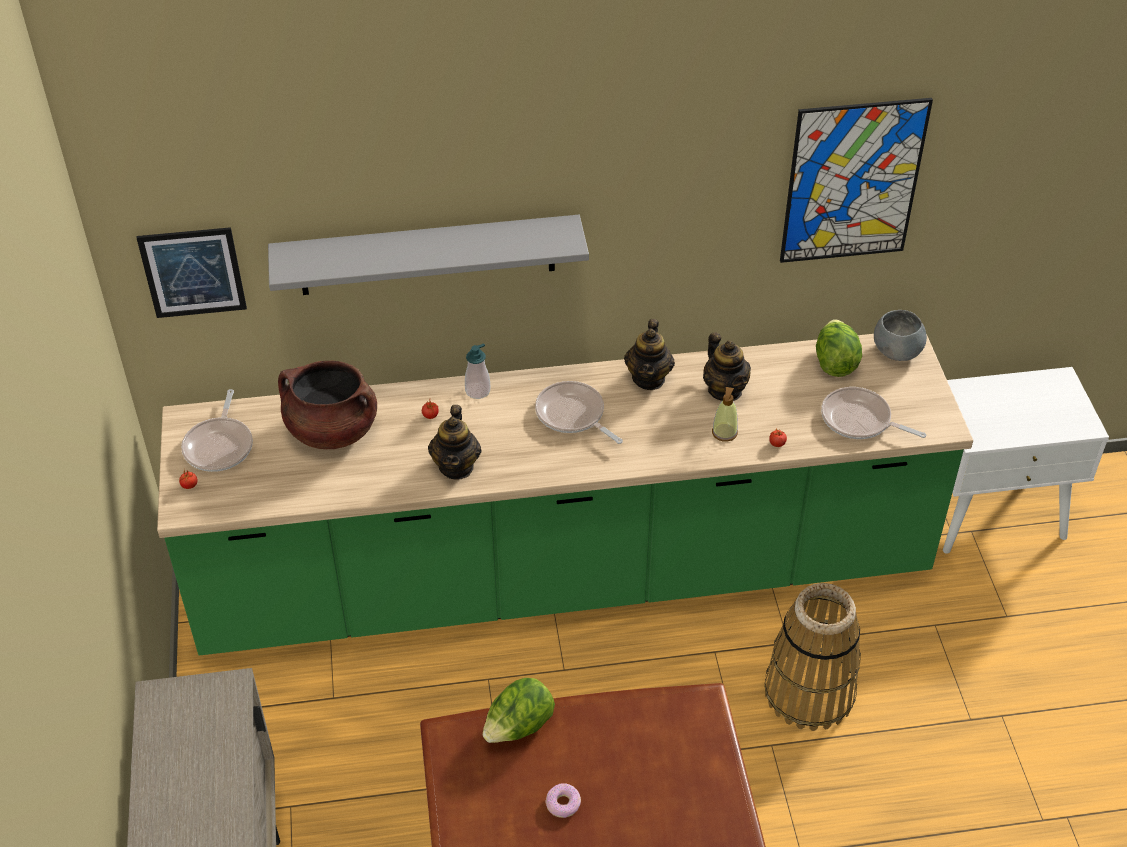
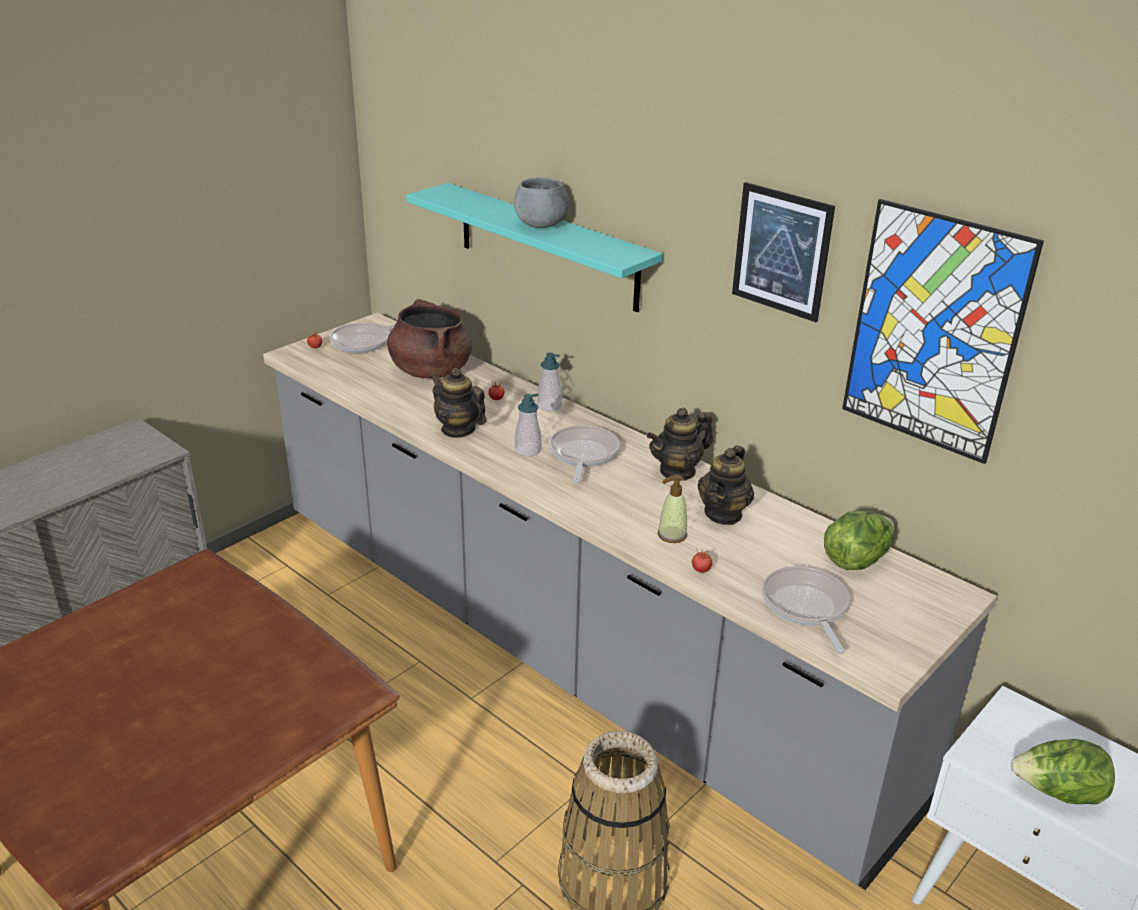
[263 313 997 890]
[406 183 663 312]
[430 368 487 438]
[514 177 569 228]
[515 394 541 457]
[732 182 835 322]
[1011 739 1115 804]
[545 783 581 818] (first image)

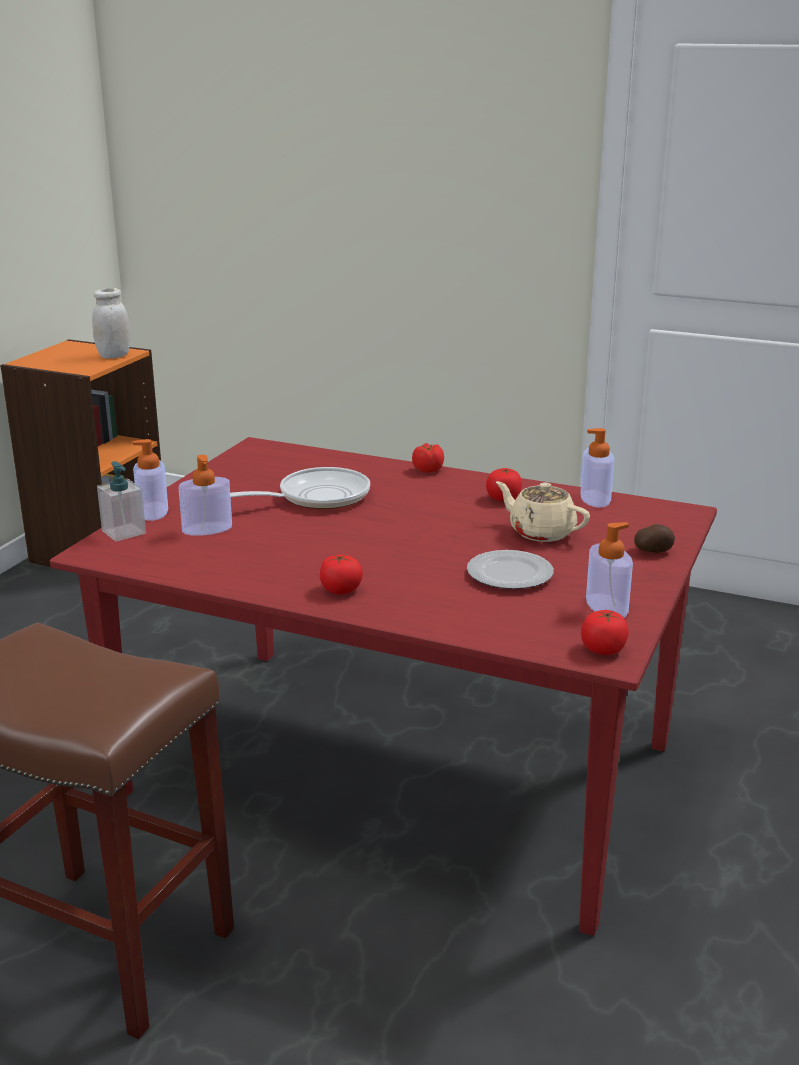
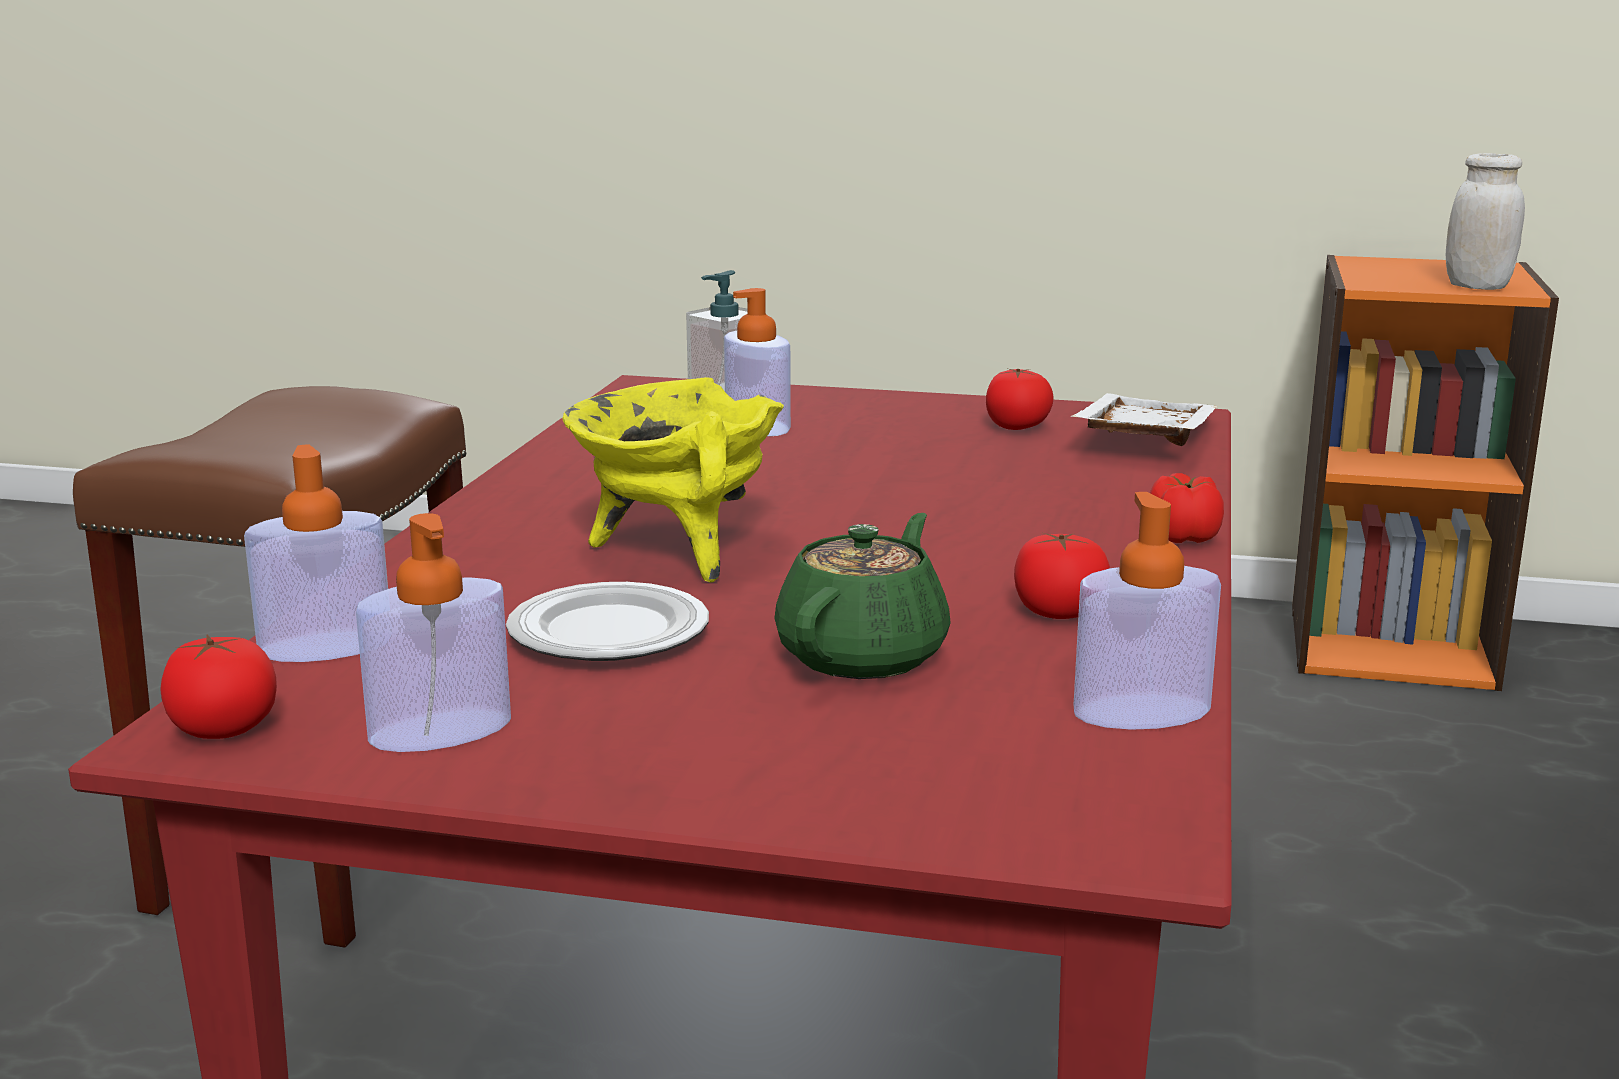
[244 444 388 662]
[563 377 784 582]
[774 513 951 679]
[986 368 1054 430]
[1071 393 1218 446]
[230 467 370 509] (first image)
[634 524 675 553] (first image)

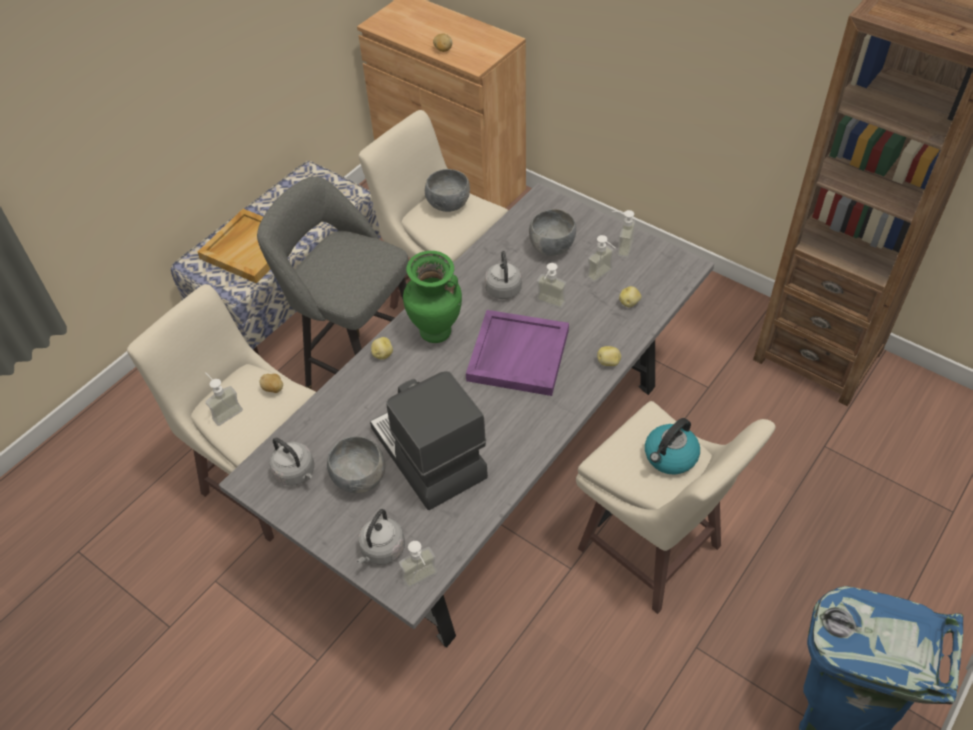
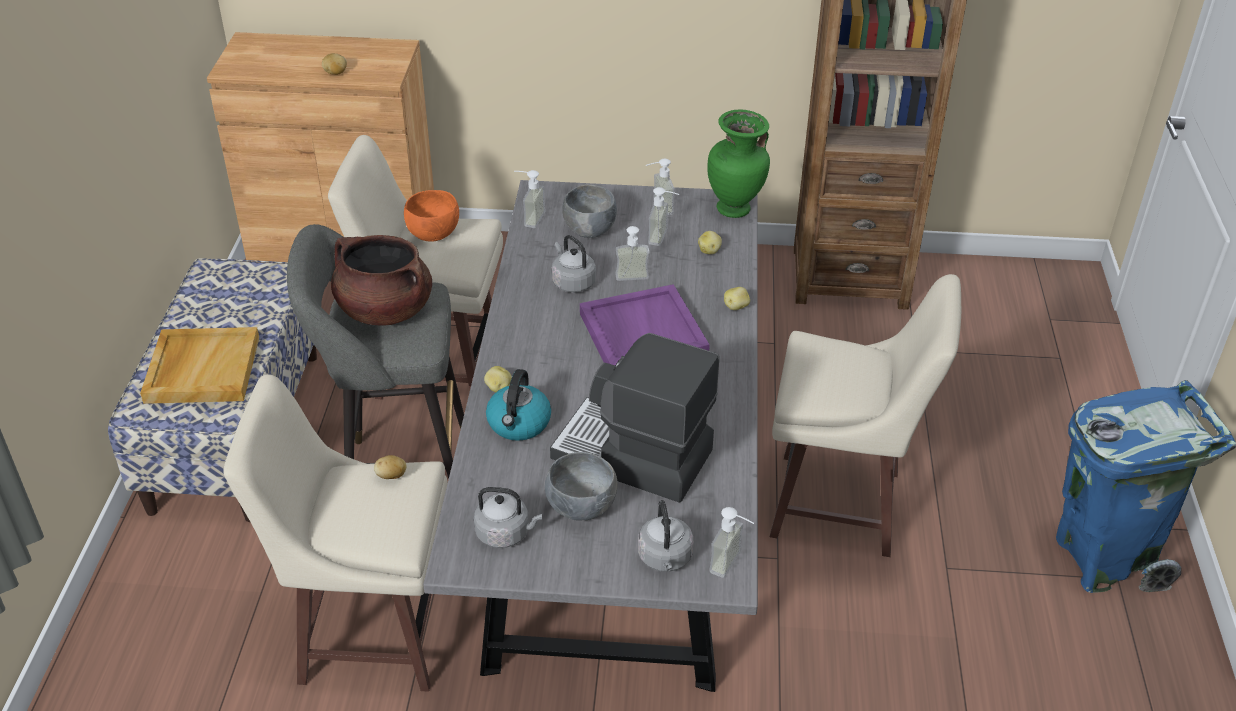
[331 235 432 326]
[404 190 459 242]
[486 369 551 441]
[514 170 545 228]
[707 109 770 218]

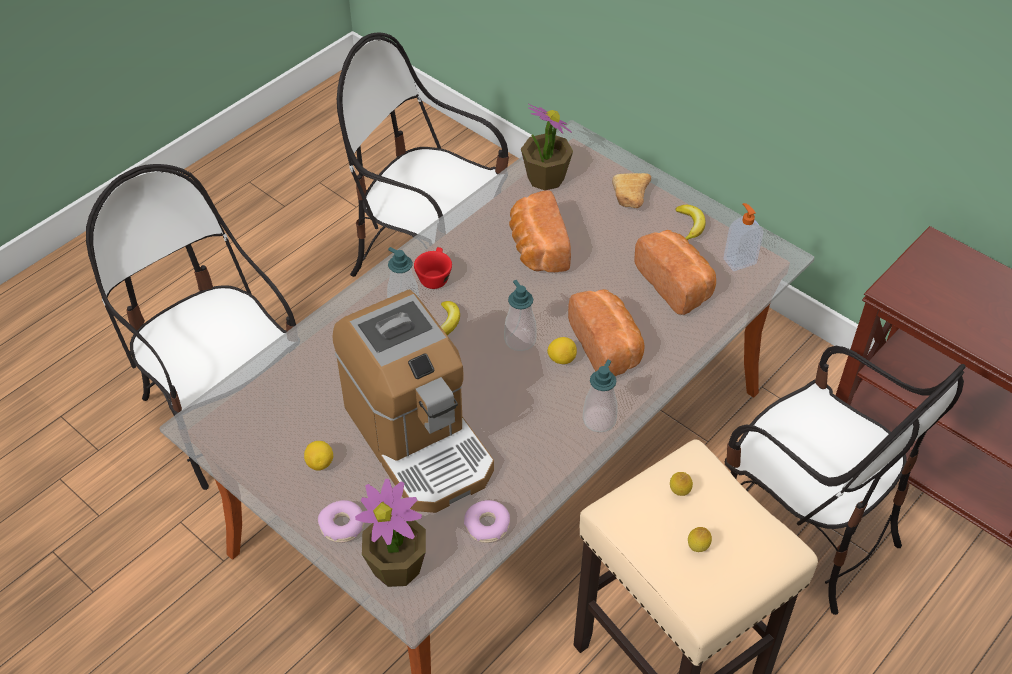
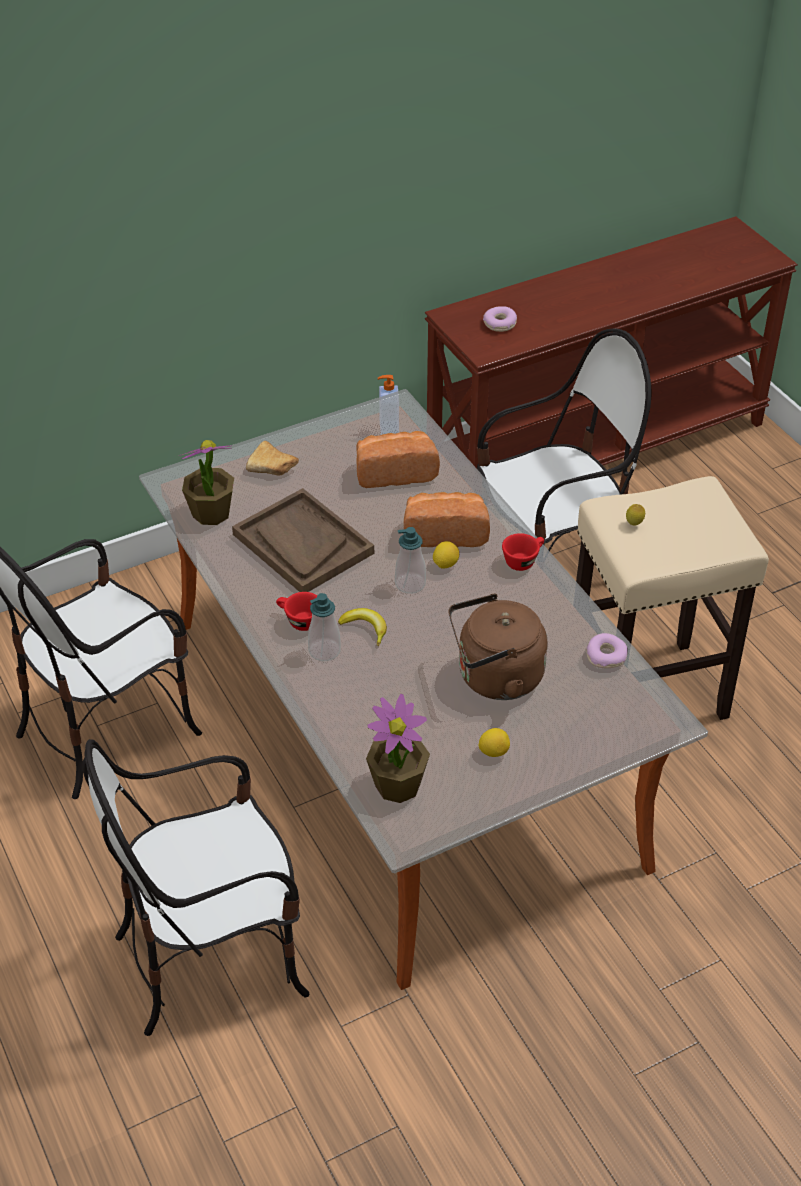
[232 488 374 592]
[366 694 430 803]
[448 594 548 700]
[483 306 517 332]
[502 533 544 571]
[676 205 706 240] (first image)
[688 527 712 552] (first image)

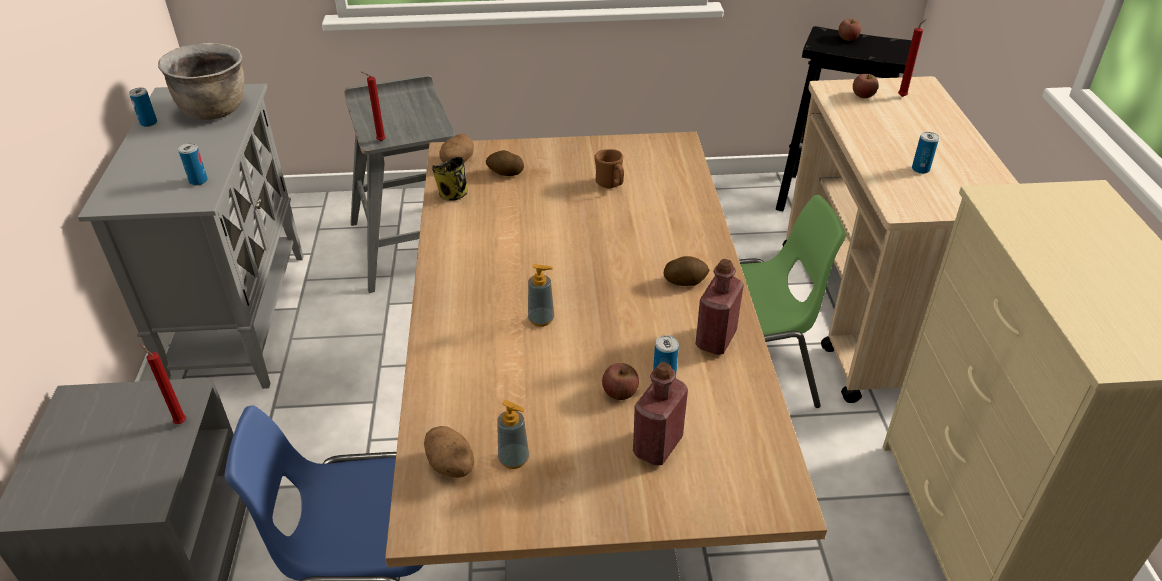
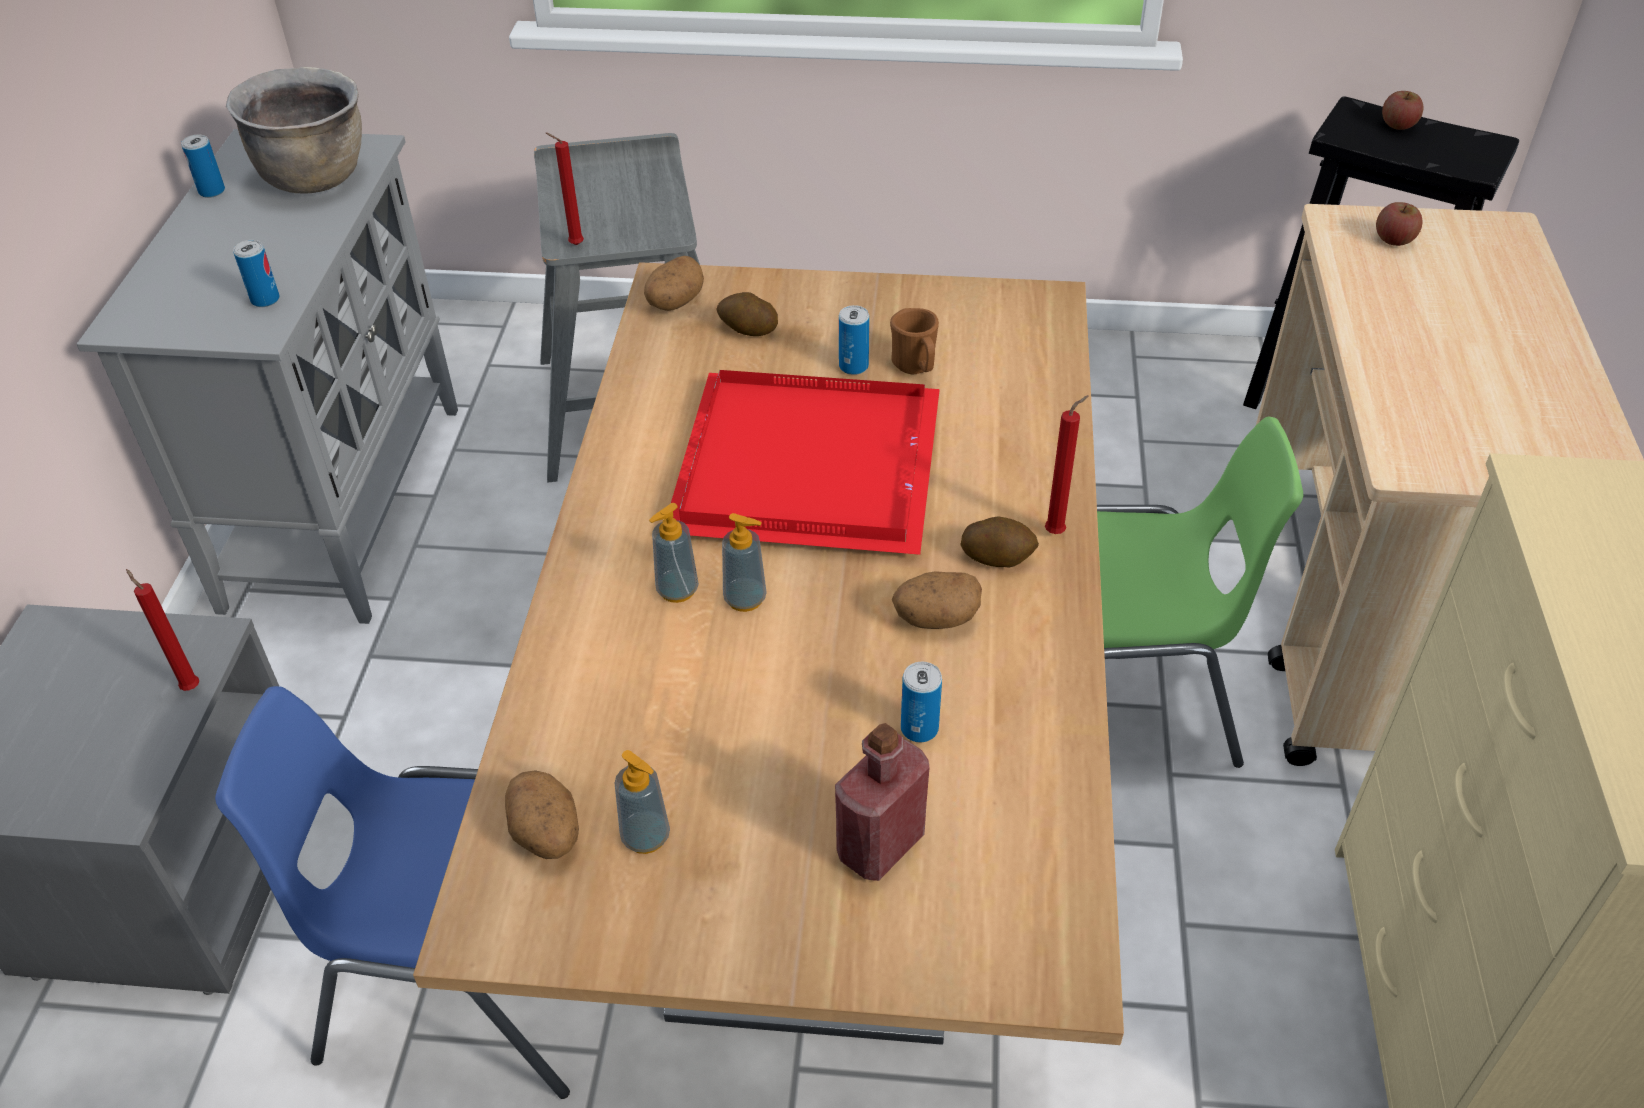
[649 503 699 603]
[671 370 940 555]
[839 305 869 375]
[892 571 982 629]
[1045 395 1089 534]
[432 157 467 201] (first image)
[602 363 639 400] (first image)
[695 259 744 355] (first image)

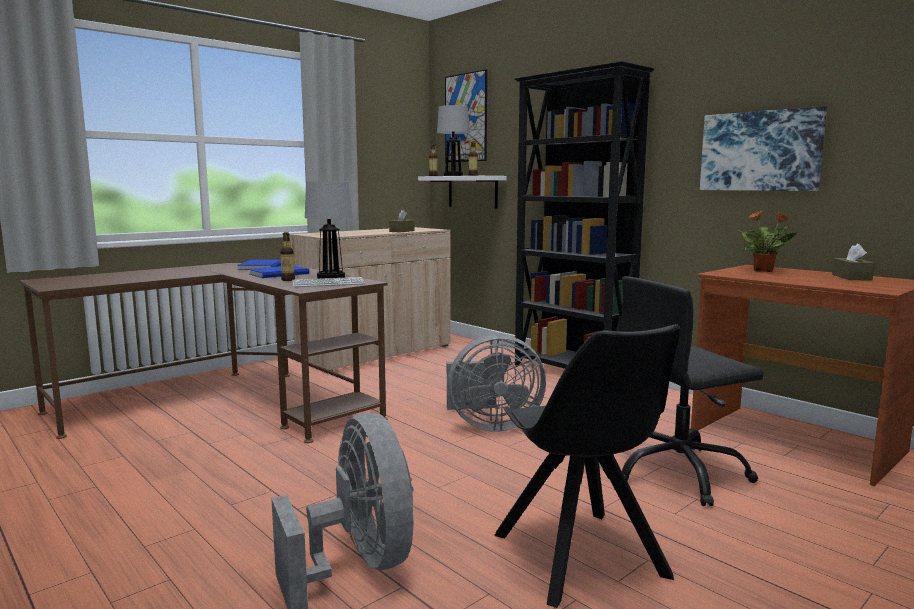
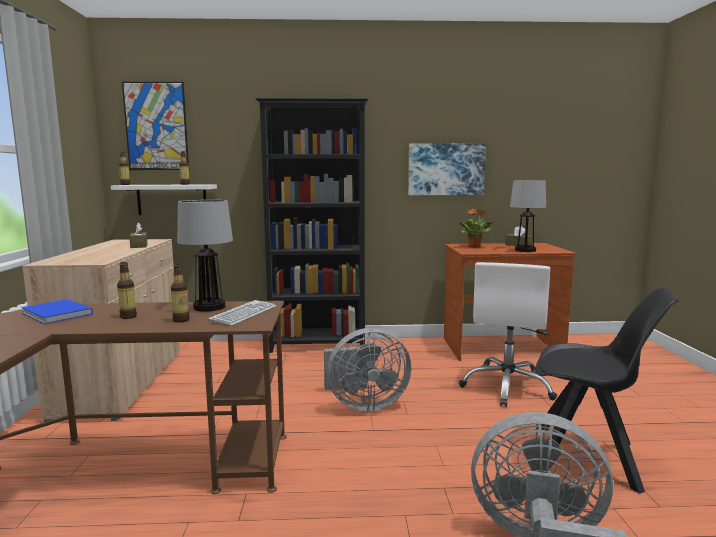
[117 262 137 319]
[324 328 411 412]
[458 262 557 407]
[510 181 546 252]

